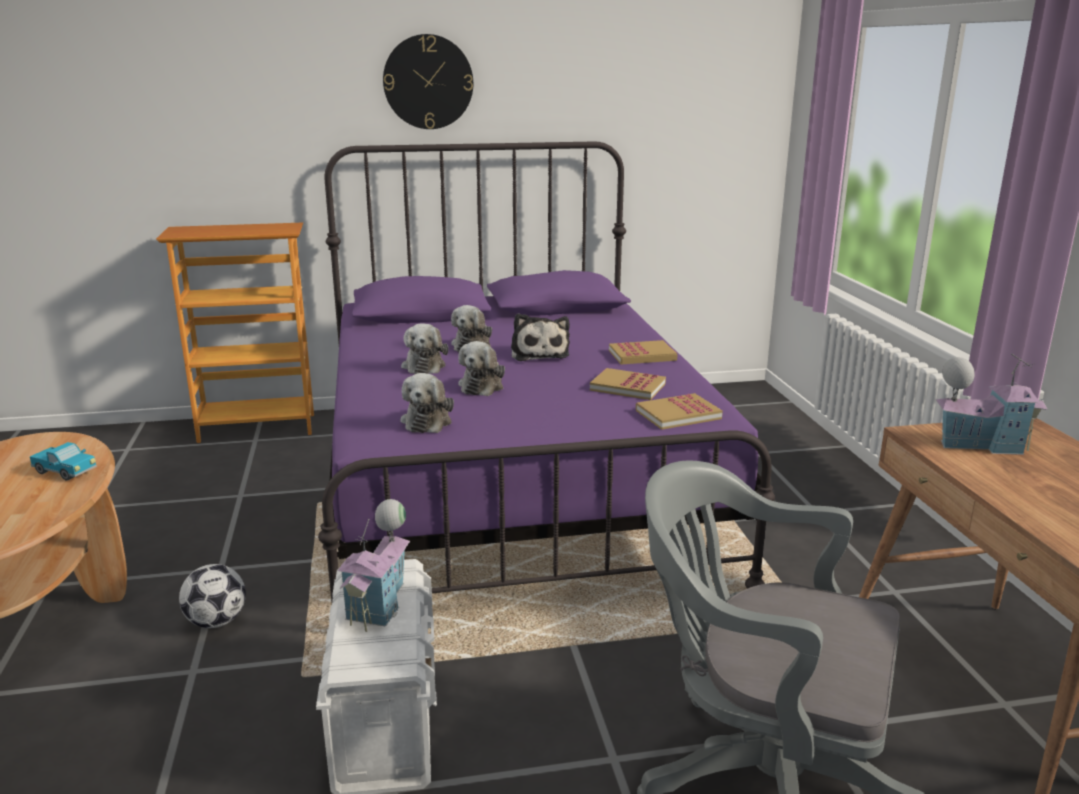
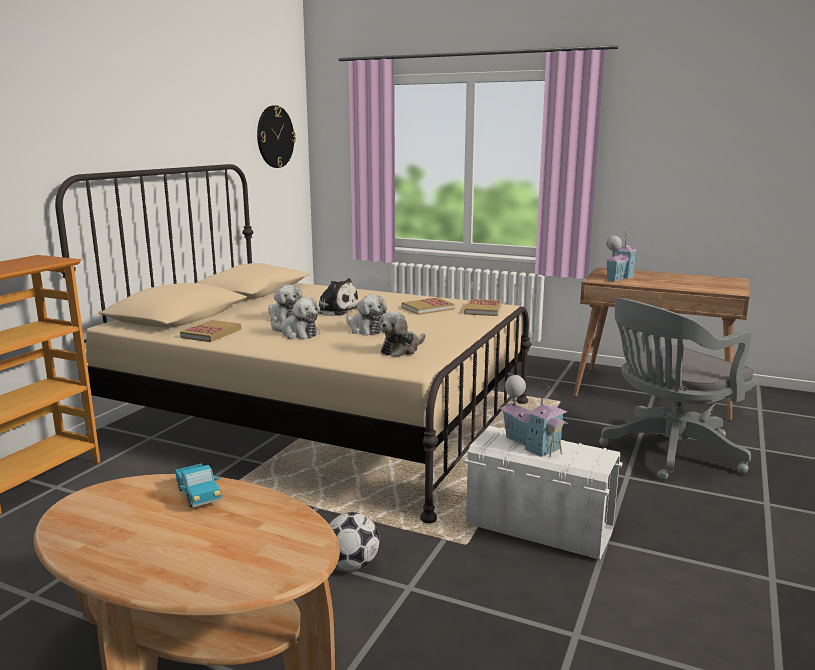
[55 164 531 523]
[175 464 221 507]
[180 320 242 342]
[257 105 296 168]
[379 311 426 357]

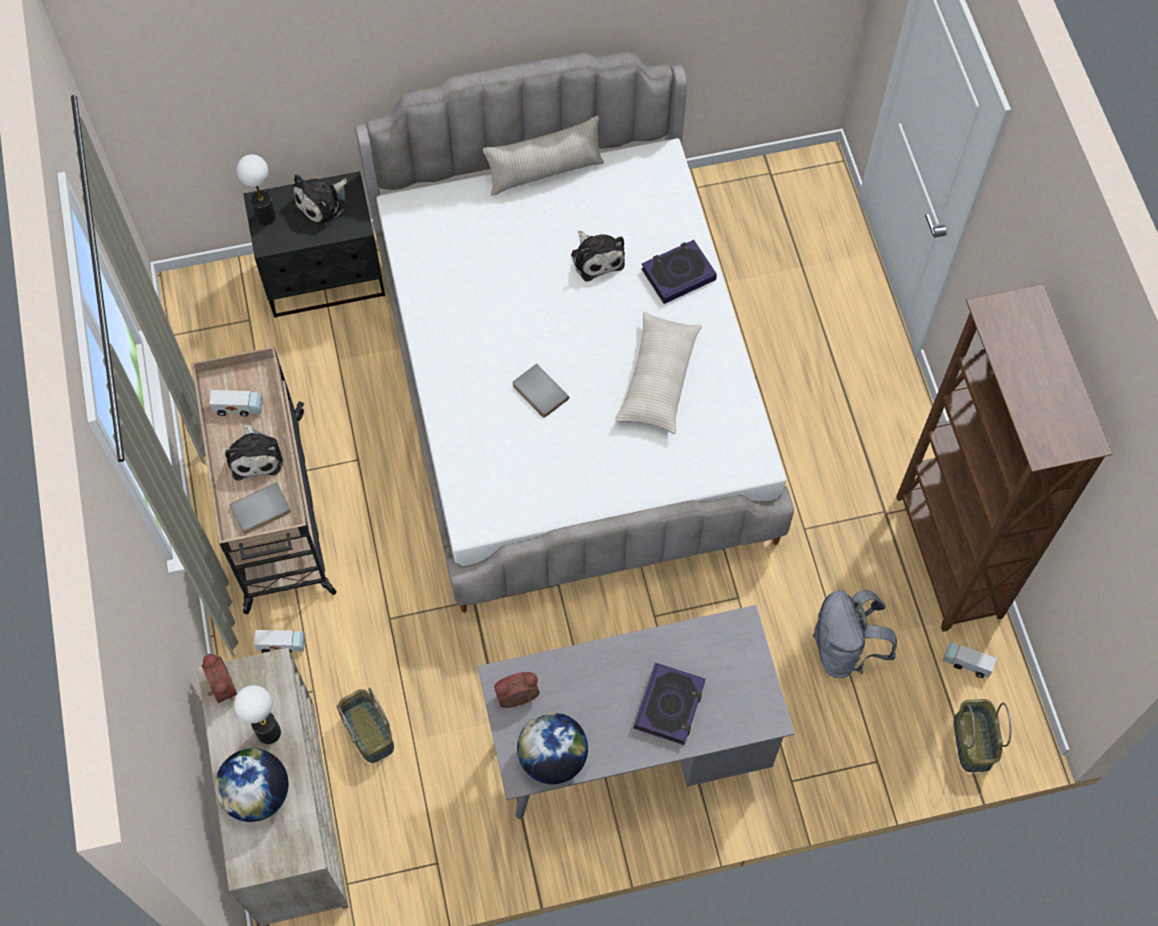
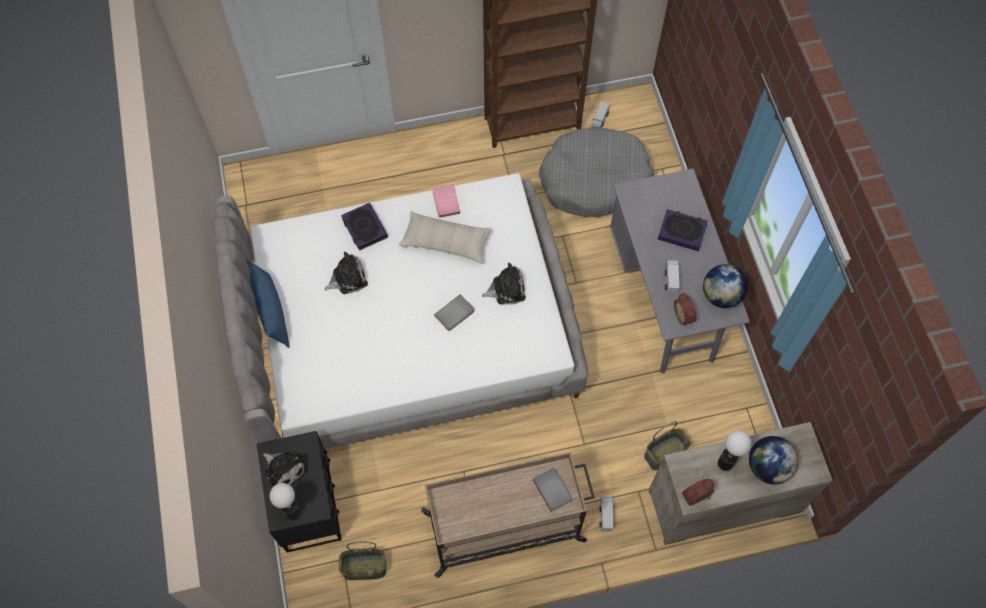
[246 259 290 348]
[339 541 386 580]
[433 184 460 218]
[482 263 526 305]
[539 126 654 217]
[665 260 680 294]

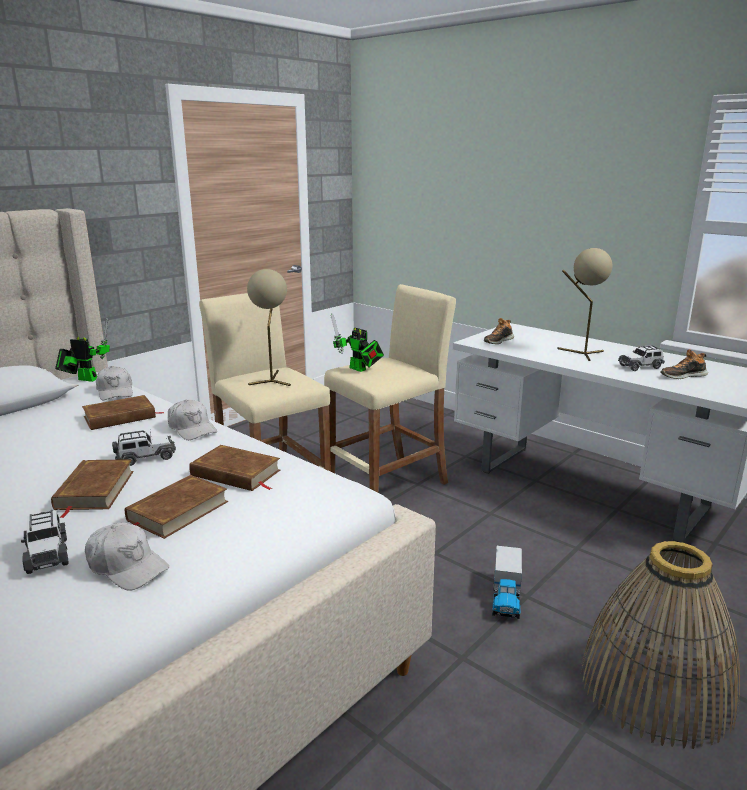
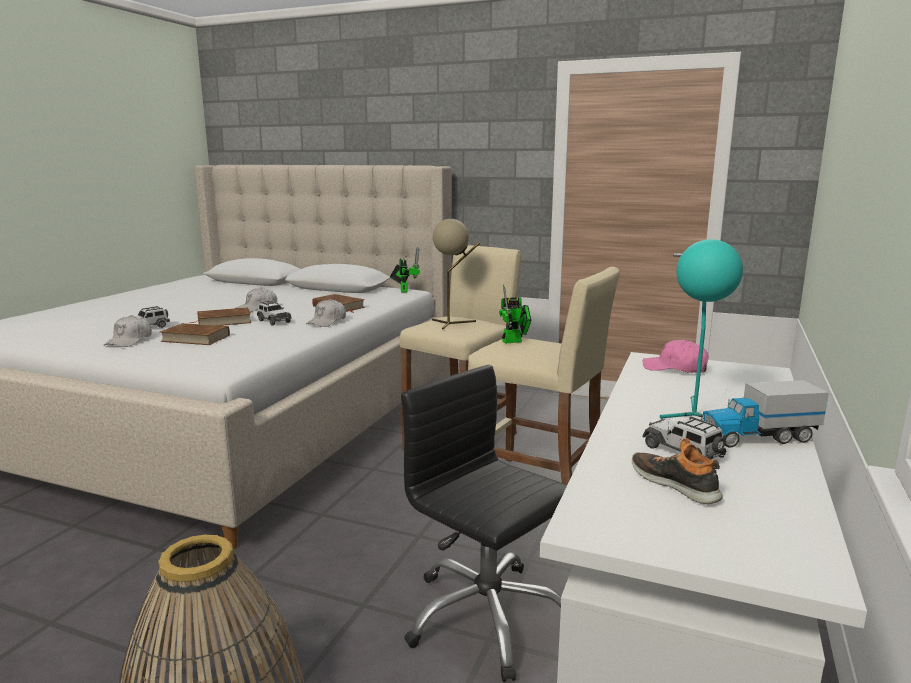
[236 287 277 312]
[401 365 567 682]
[499 285 532 344]
[642 340 709 373]
[660 239 743 418]
[701 380 828 448]
[189 445 280 491] (first image)

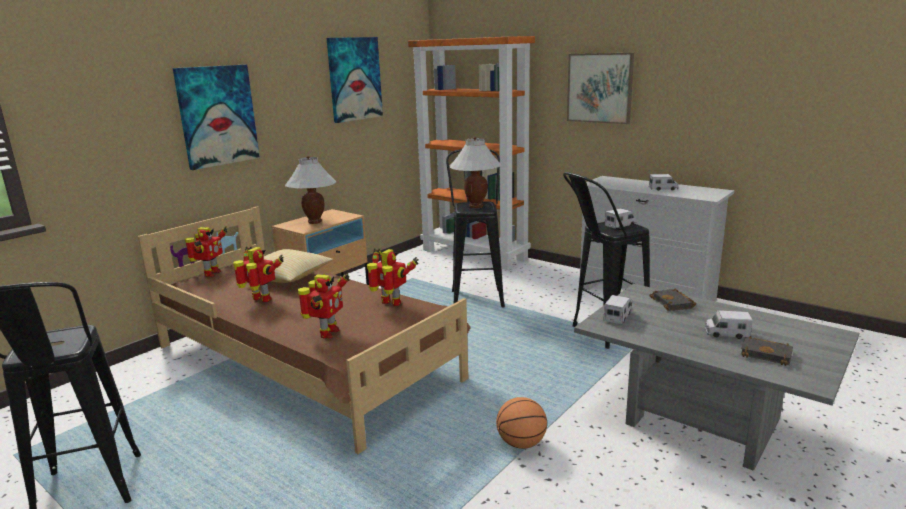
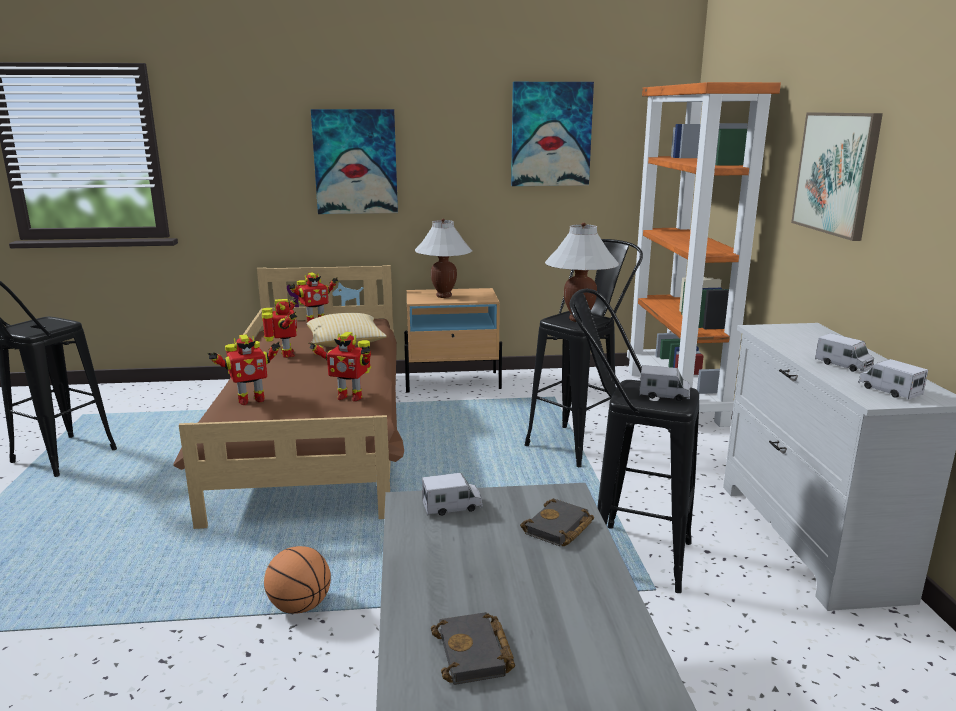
[308 332 371 402]
[858 359 928 400]

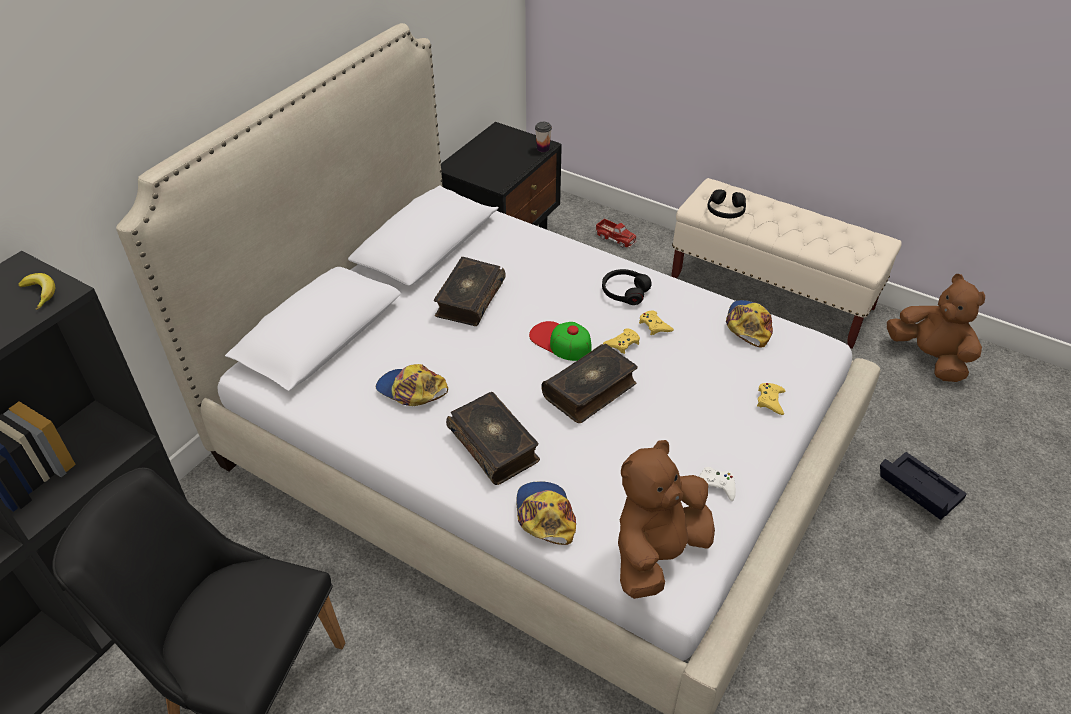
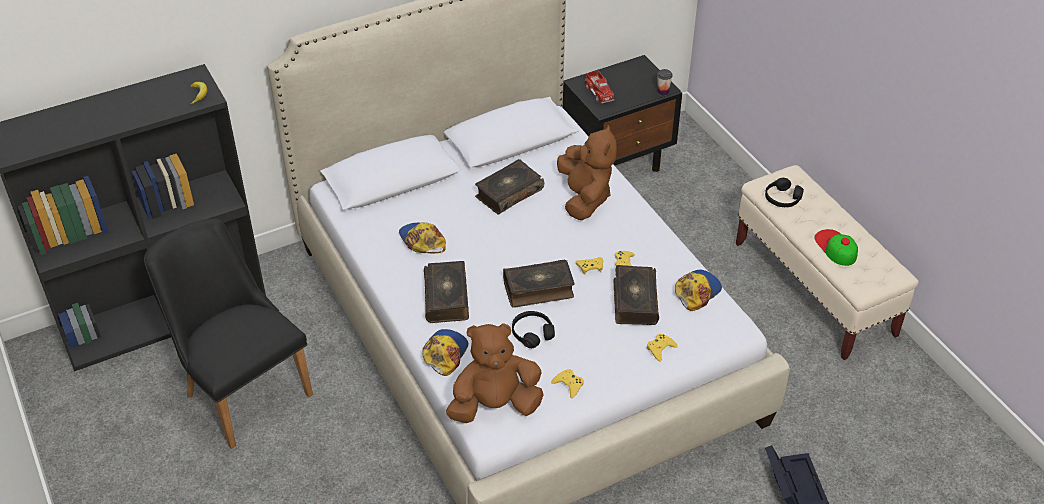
[512 311 555 348]
[551 369 584 399]
[557 124 617 220]
[585 71 615 103]
[613 265 659 325]
[814 229 858 266]

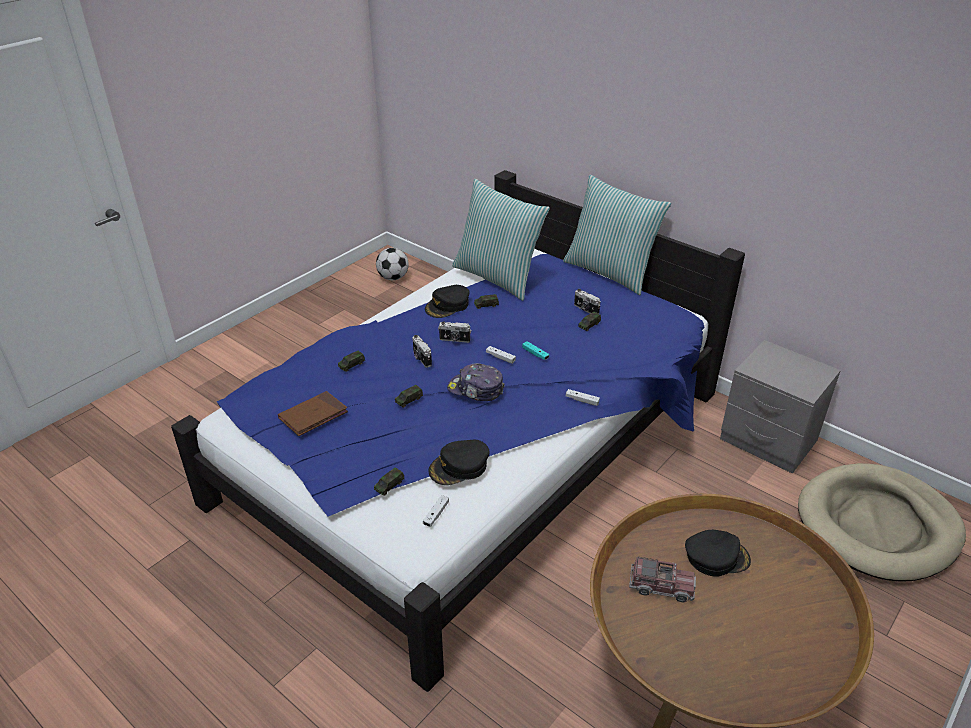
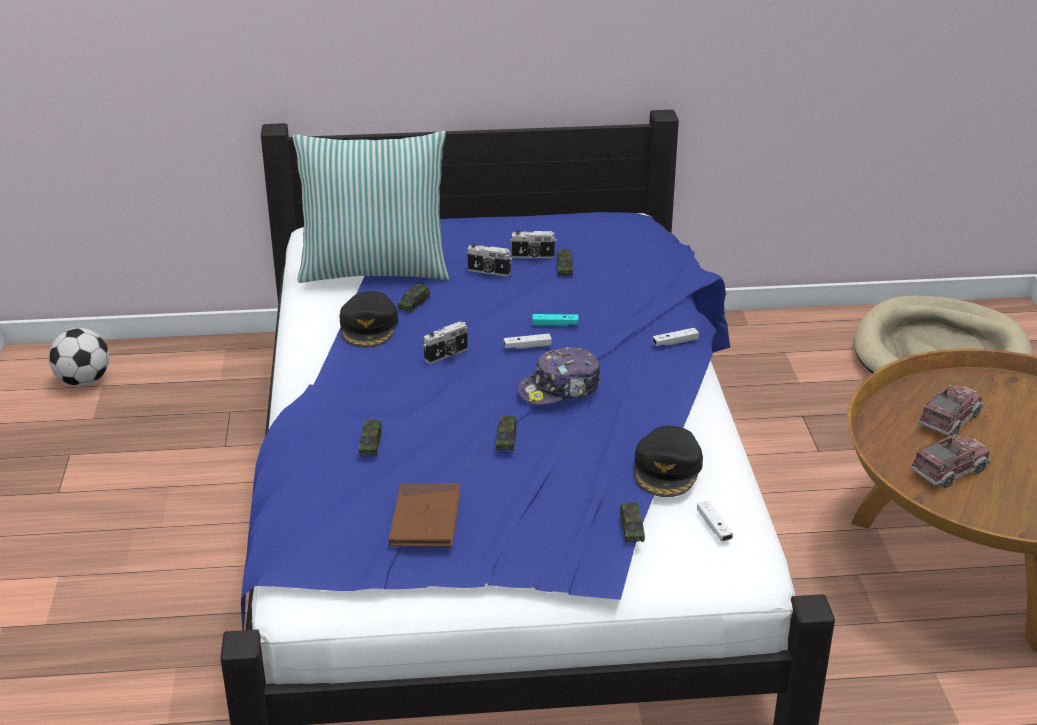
[467 244 512 276]
[917 385 983 436]
[563 175 671 295] (first image)
[720 340 841 474] (first image)

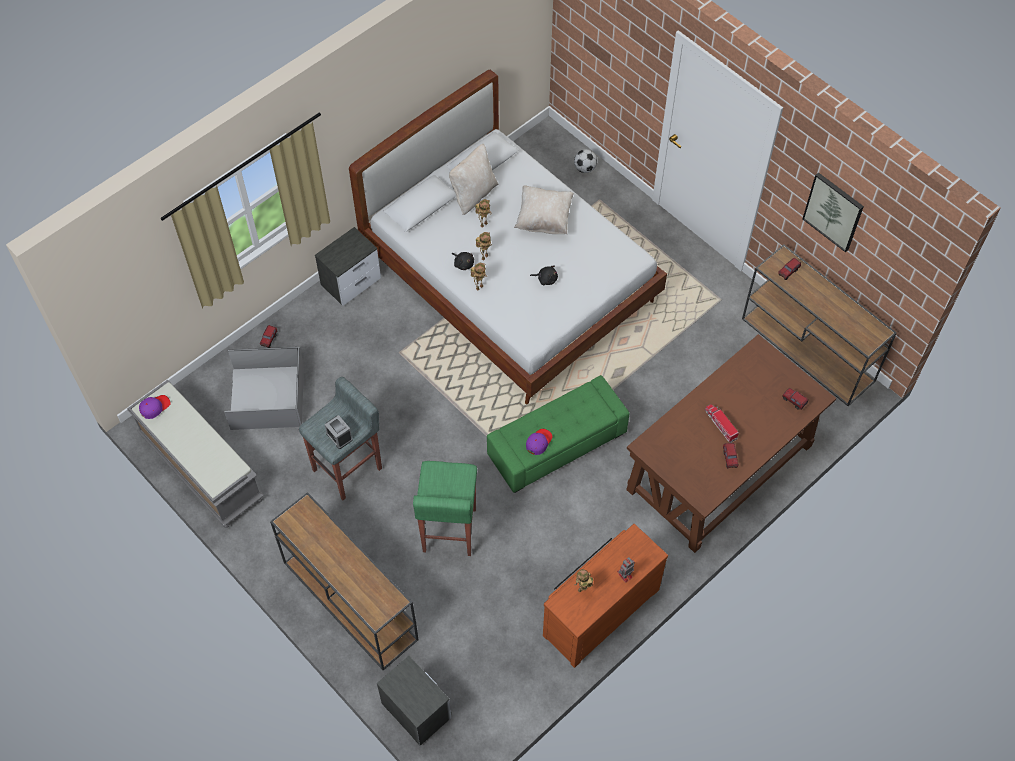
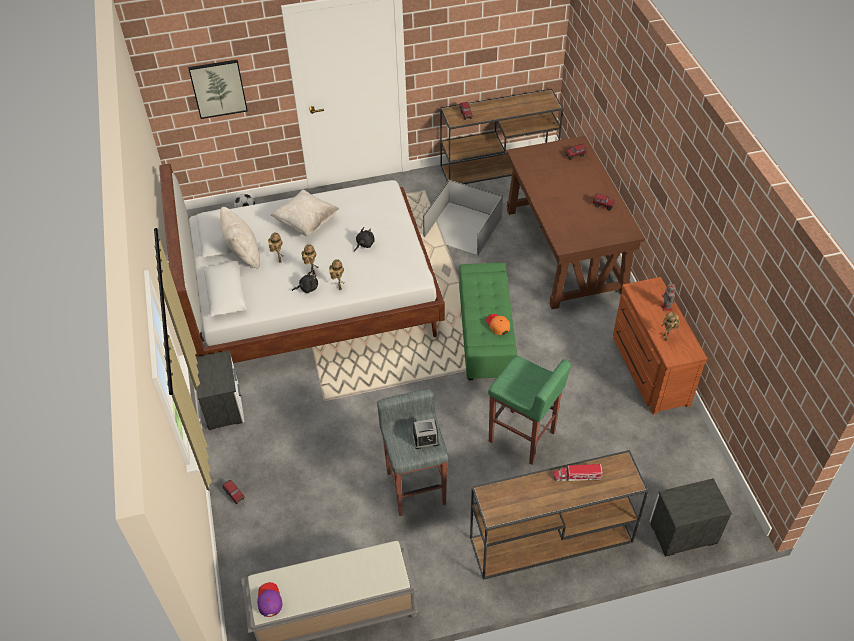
[188 60 248 119]
[423 180 503 255]
[486 314 510 335]
[553 464 603 481]

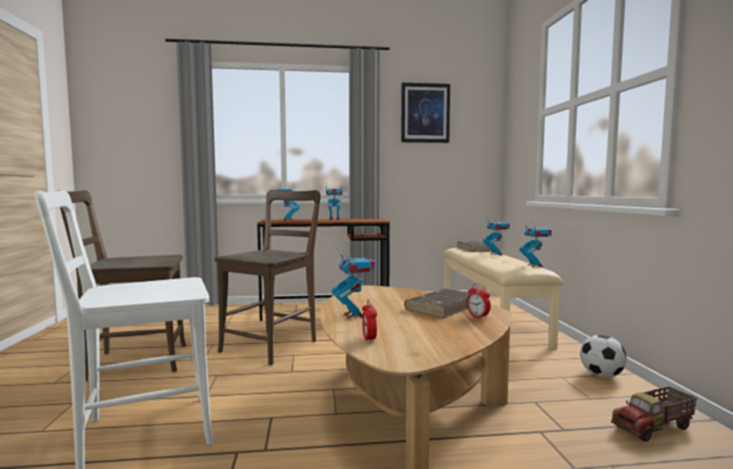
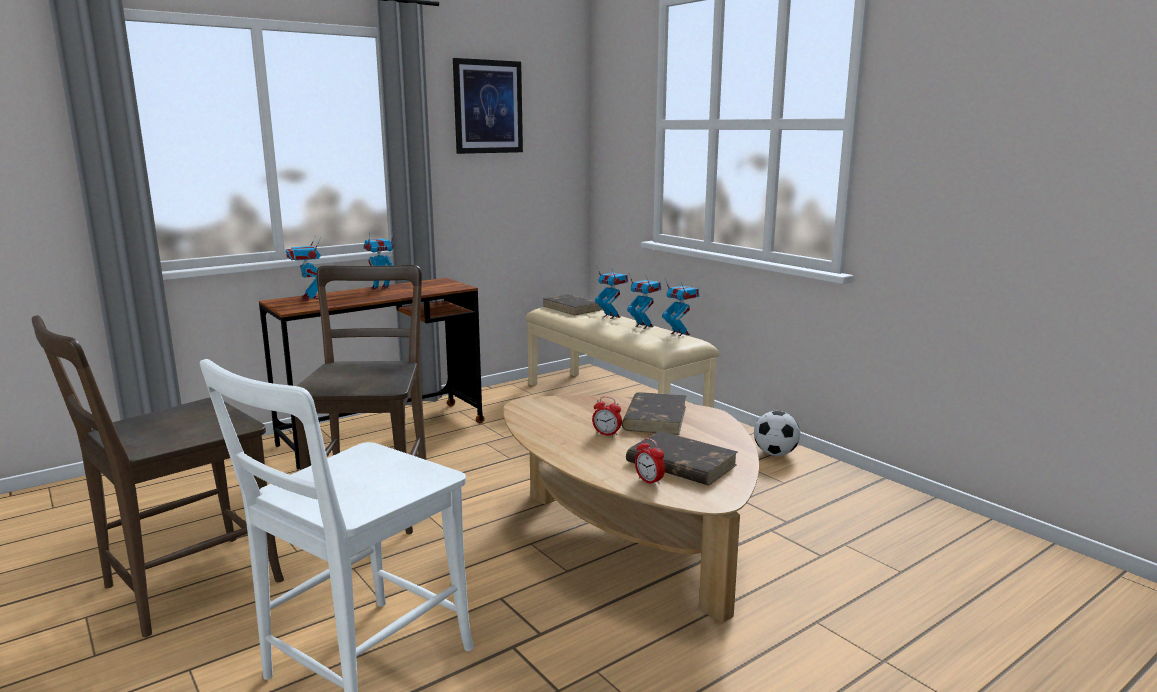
[592 396 622 437]
[626 431 737 486]
[627 274 661 329]
[611 386 697 442] (first image)

